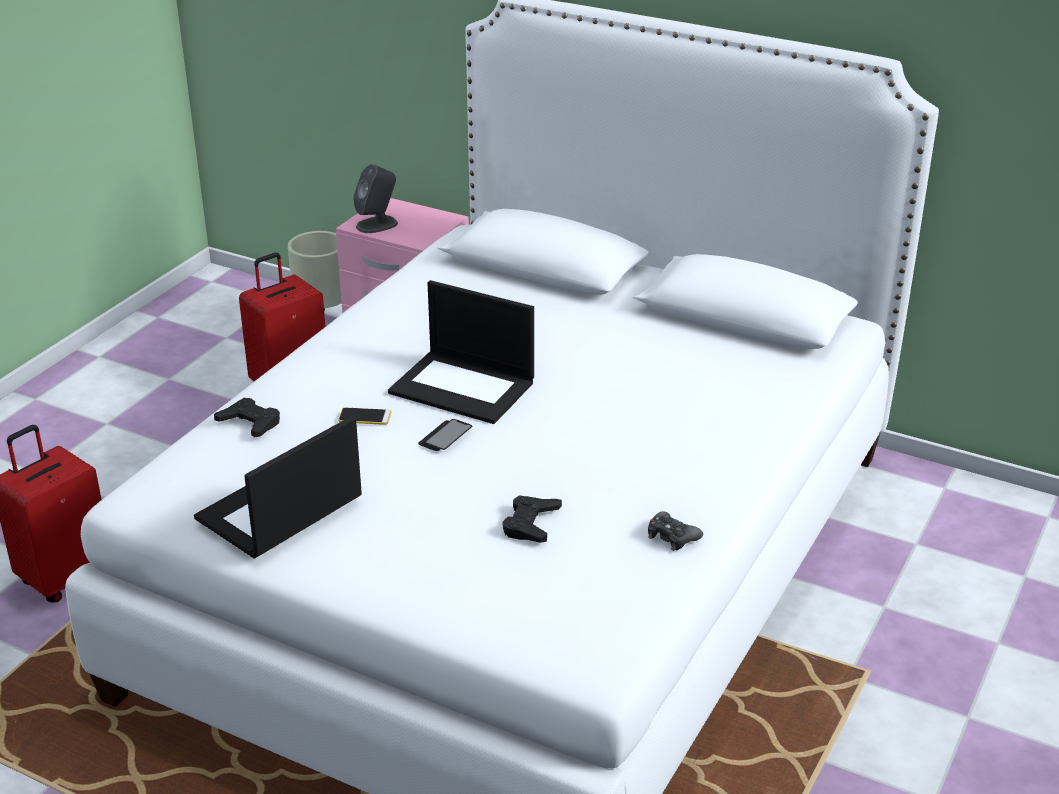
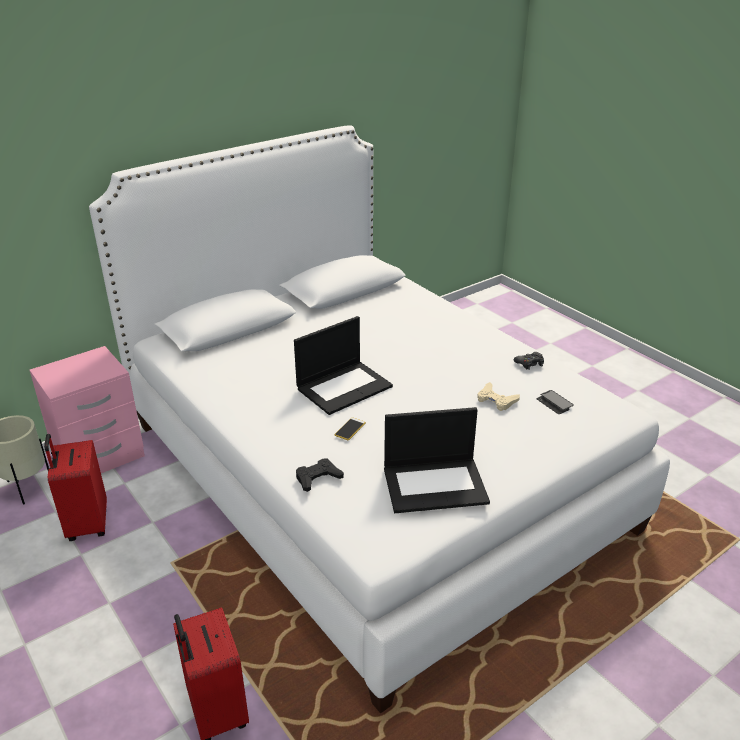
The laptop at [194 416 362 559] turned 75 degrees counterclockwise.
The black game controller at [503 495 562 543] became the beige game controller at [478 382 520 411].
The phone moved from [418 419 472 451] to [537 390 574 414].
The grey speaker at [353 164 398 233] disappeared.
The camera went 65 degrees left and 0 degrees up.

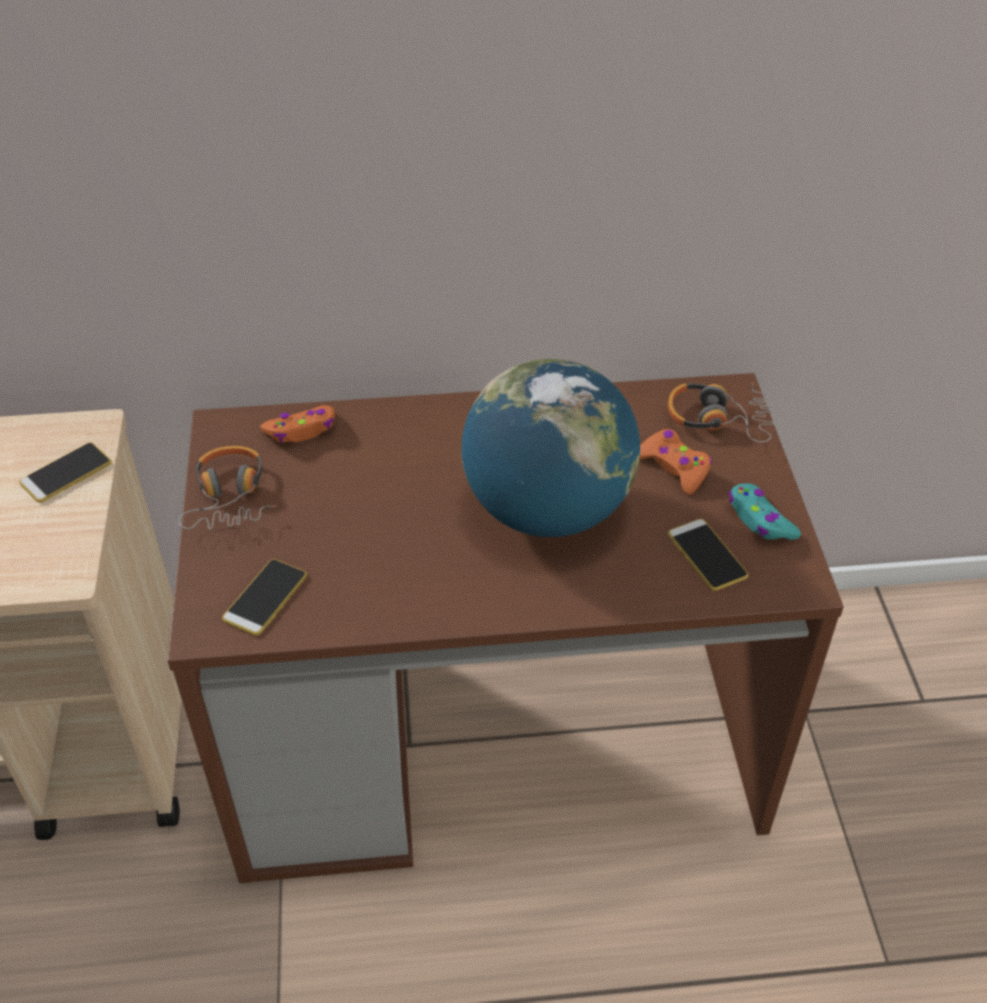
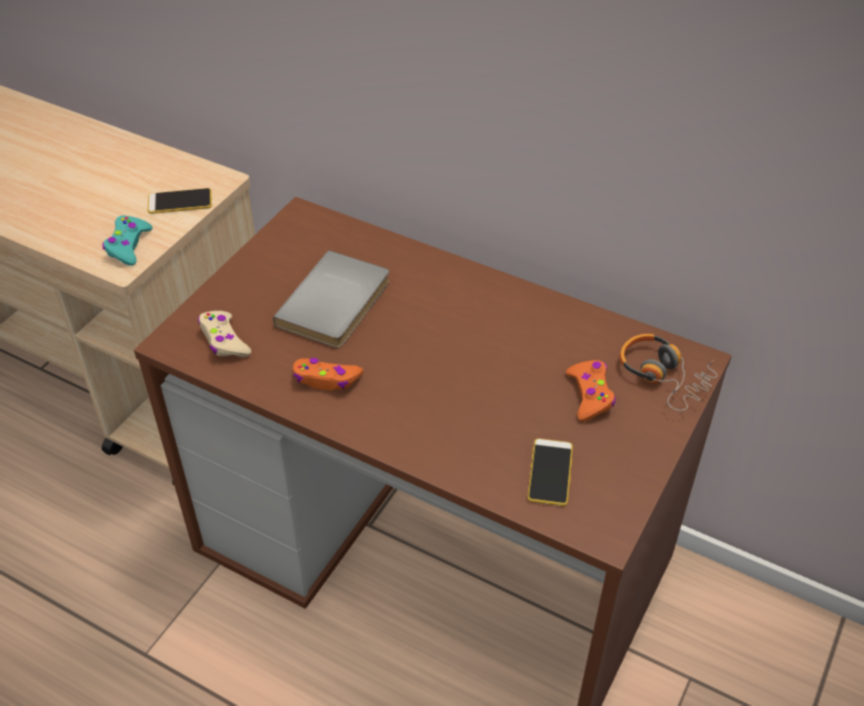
The turquoise game controller moved from [729 483 801 540] to [102 215 153 266].
The phone at [222 559 307 635] was replaced by the beige game controller at [198 311 251 357].
The grey book at [273 250 390 348] appeared.
The orange game controller moved from [260 405 335 442] to [293 358 363 390].
The headphones at [178 446 276 530] disappeared.
The globe at [461 359 640 537] disappeared.
The camera went 35 degrees right and 0 degrees up.

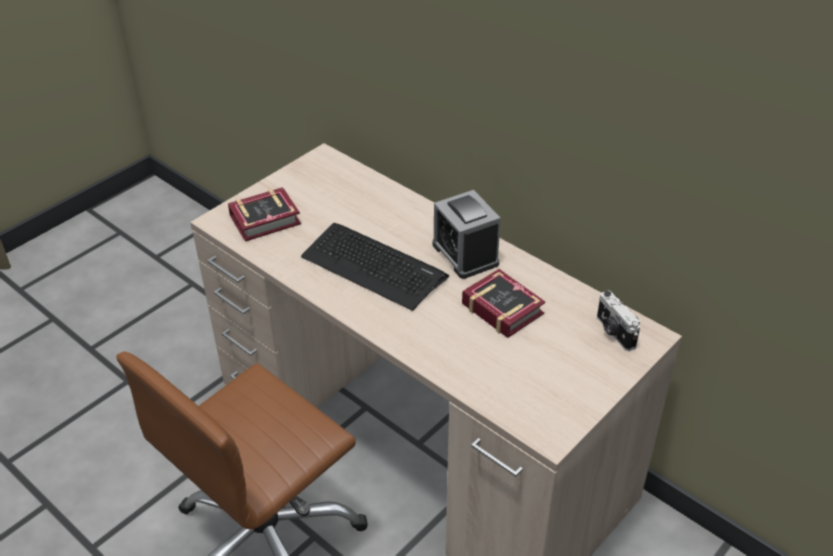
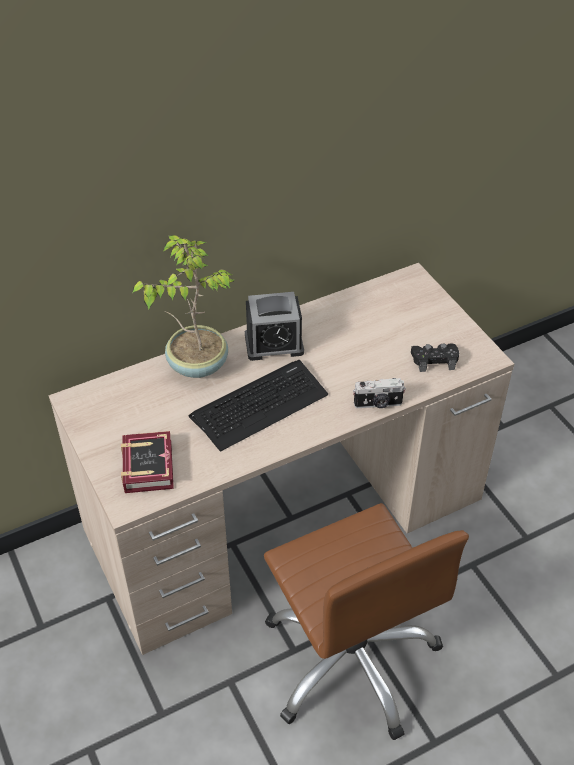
The potted plant at [133 235 234 378] appeared.
The photo camera moved from [597 290 640 351] to [353 378 406 408].
The black game controller at [411 343 459 372] appeared.
The book at [462 269 545 338] disappeared.
The camera went 70 degrees left and 5 degrees up.

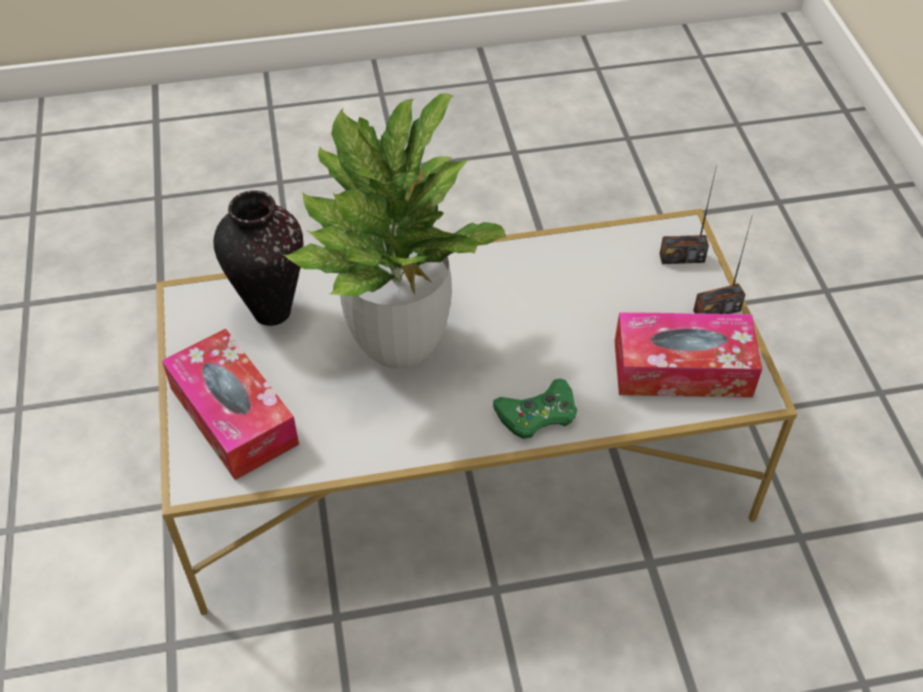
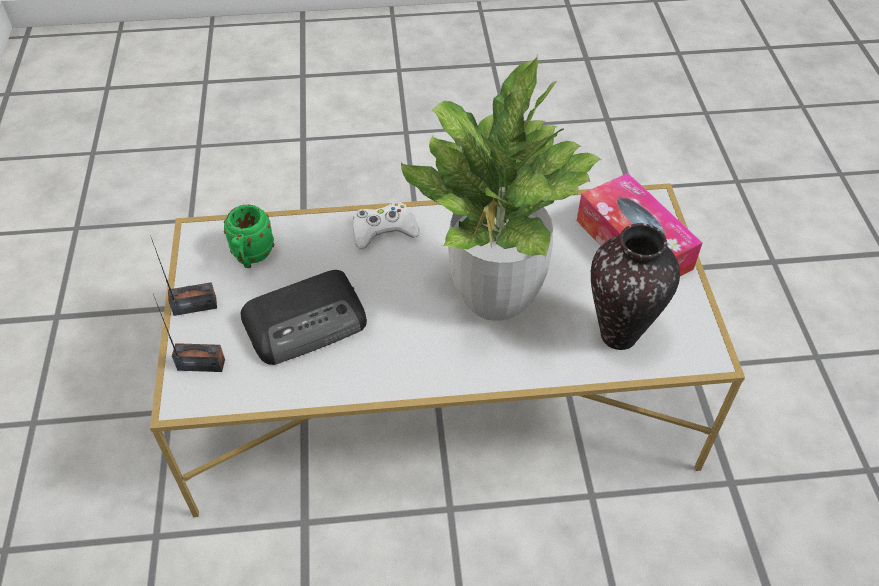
The tissue box at [615 312 762 398] was replaced by the green mug at [224 204 274 268].
The radio at [240 270 367 365] appeared.
The green game controller at [493 379 577 439] became the white game controller at [353 202 420 249].
The camera went 175 degrees left and 0 degrees up.

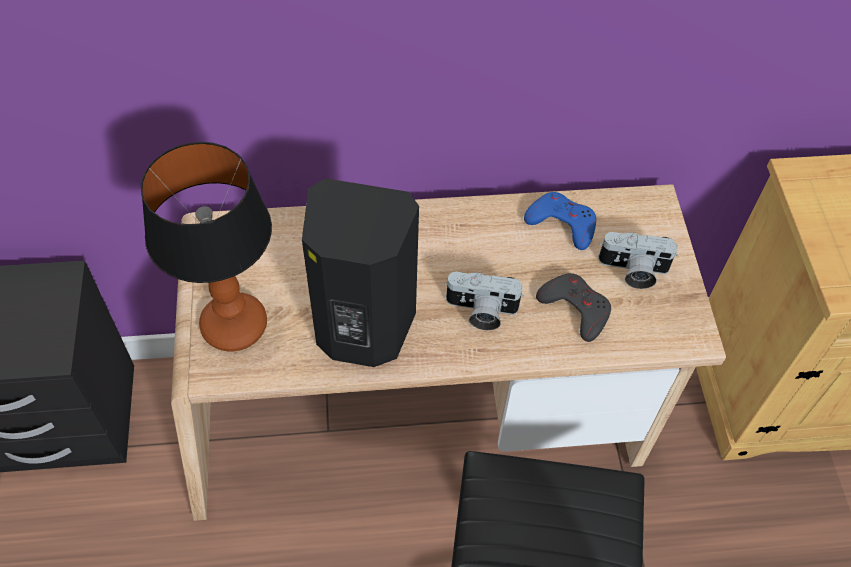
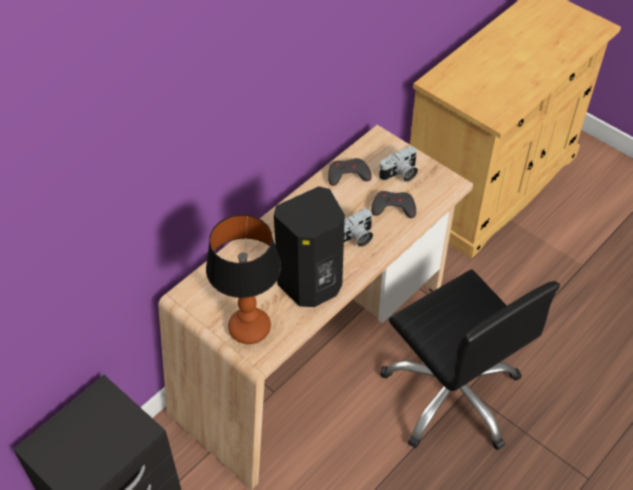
The blue game controller at [524 192 596 250] became the grey game controller at [328 158 372 186].
The camera went 40 degrees left and 5 degrees down.

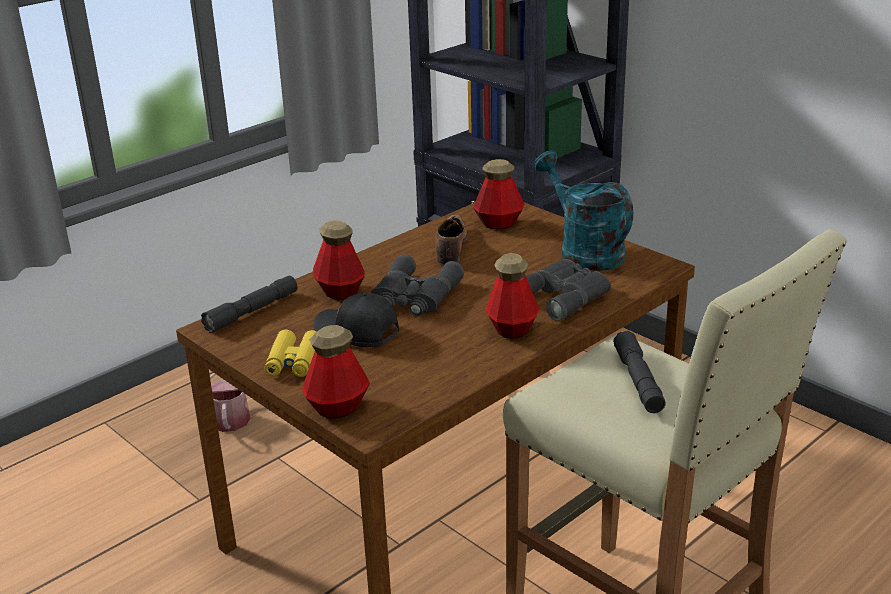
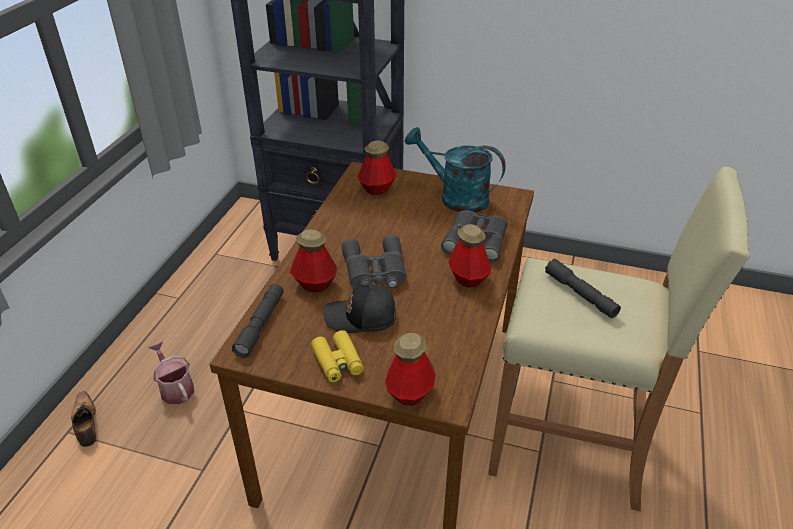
The shoe moved from [435 215 467 265] to [71 391 96 447].
The camera went 30 degrees left and 10 degrees up.

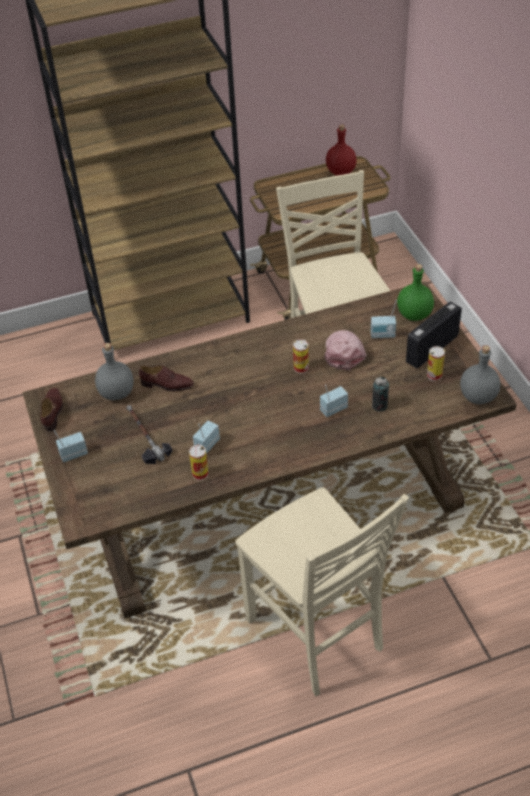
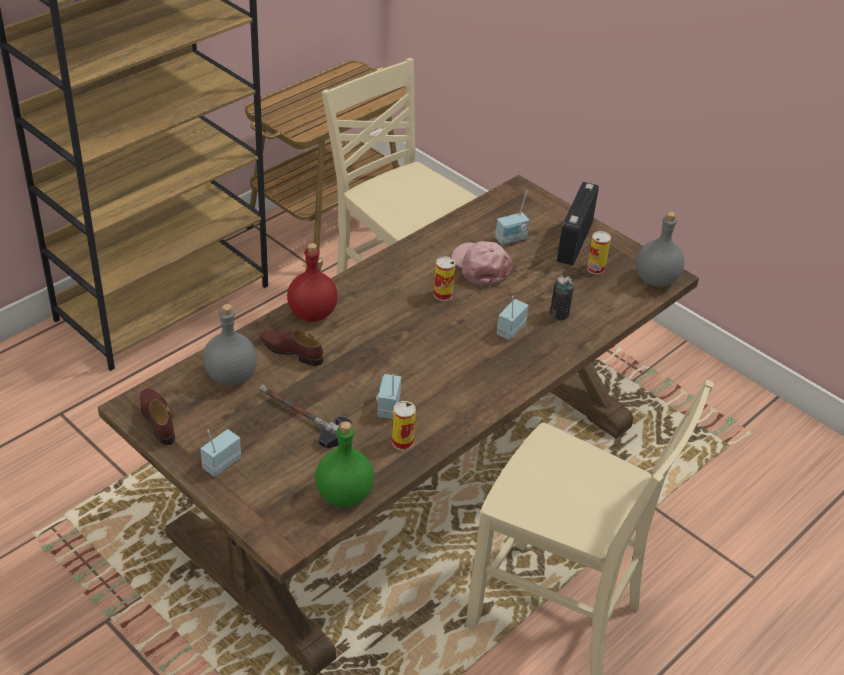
The brown shoe at [139 365 194 392] turned 135 degrees counterclockwise.
The red bottle moved from [326 124 357 176] to [287 243 338 322].
The green bottle moved from [397 264 434 321] to [315 421 374 507].
The camera went 30 degrees left and 5 degrees down.

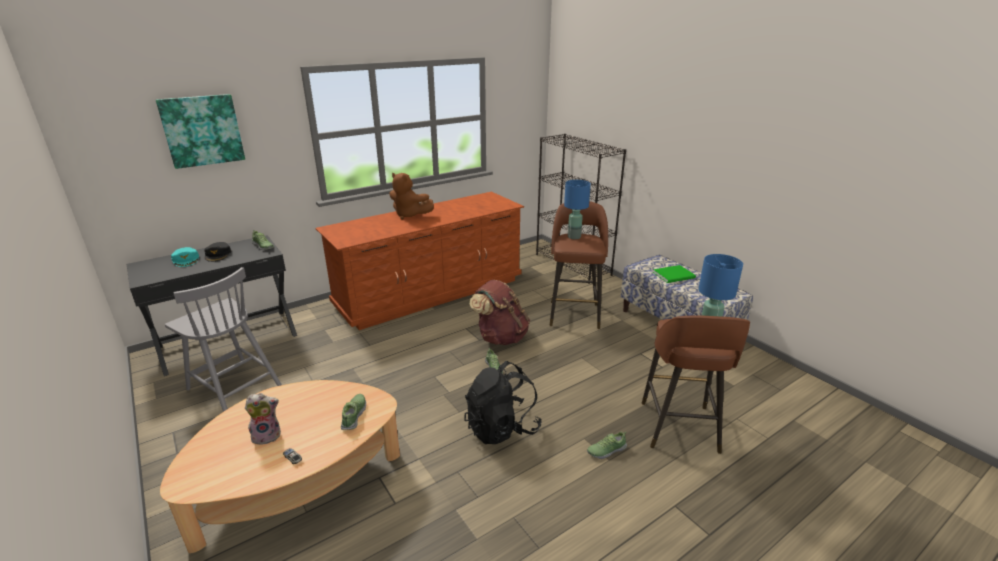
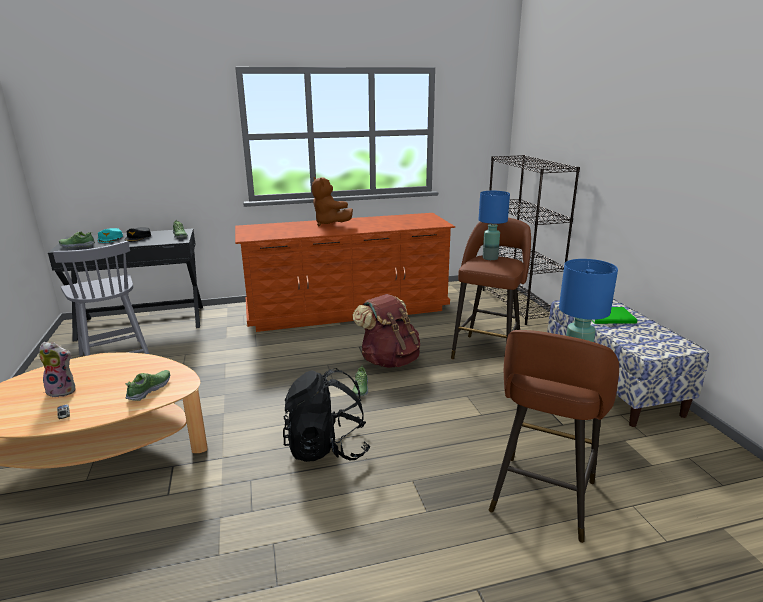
The shoe moved from [587 432 627 459] to [59 231 95 248].
The picture at [156 94 245 169] disappeared.
The camera went 20 degrees right and 5 degrees down.

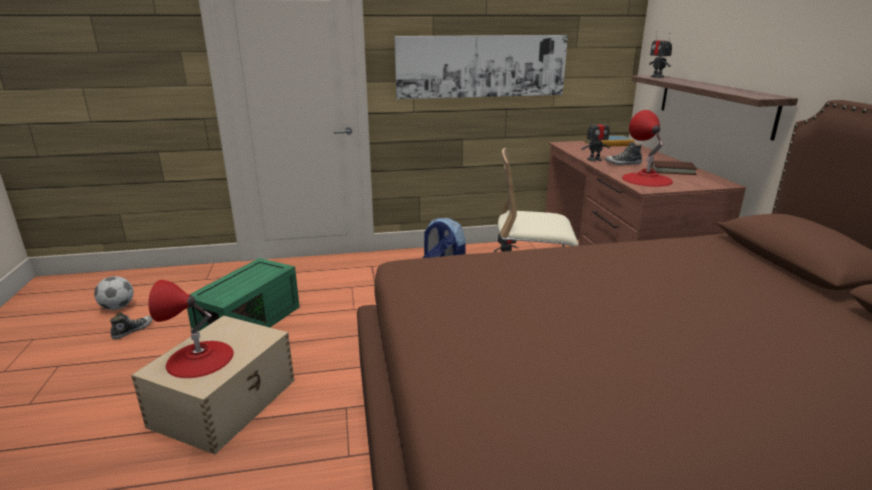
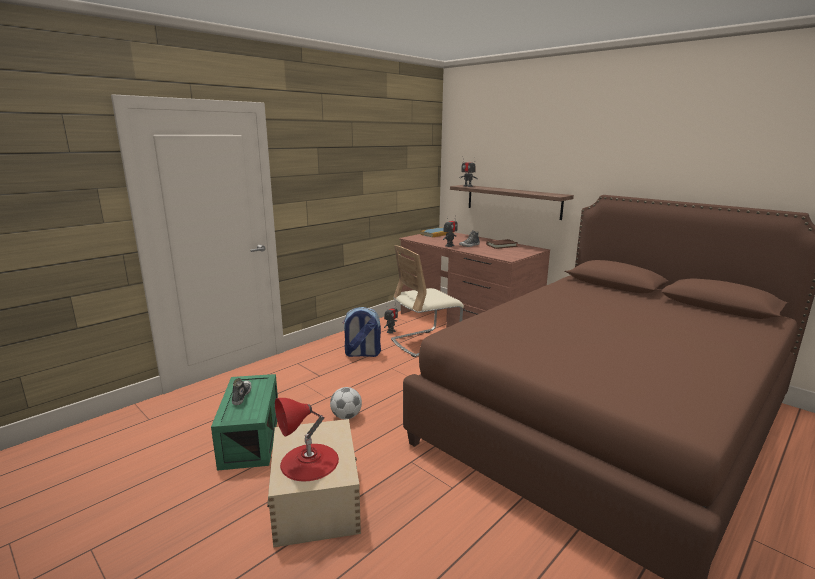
The shoe moved from [110 312 152 339] to [232 378 252 405].
The football moved from [94 276 134 310] to [330 387 362 419].
The picture at [394 35 568 99] disappeared.
The red table lamp at [622 110 673 187] disappeared.
The camera went 35 degrees left and 5 degrees down.

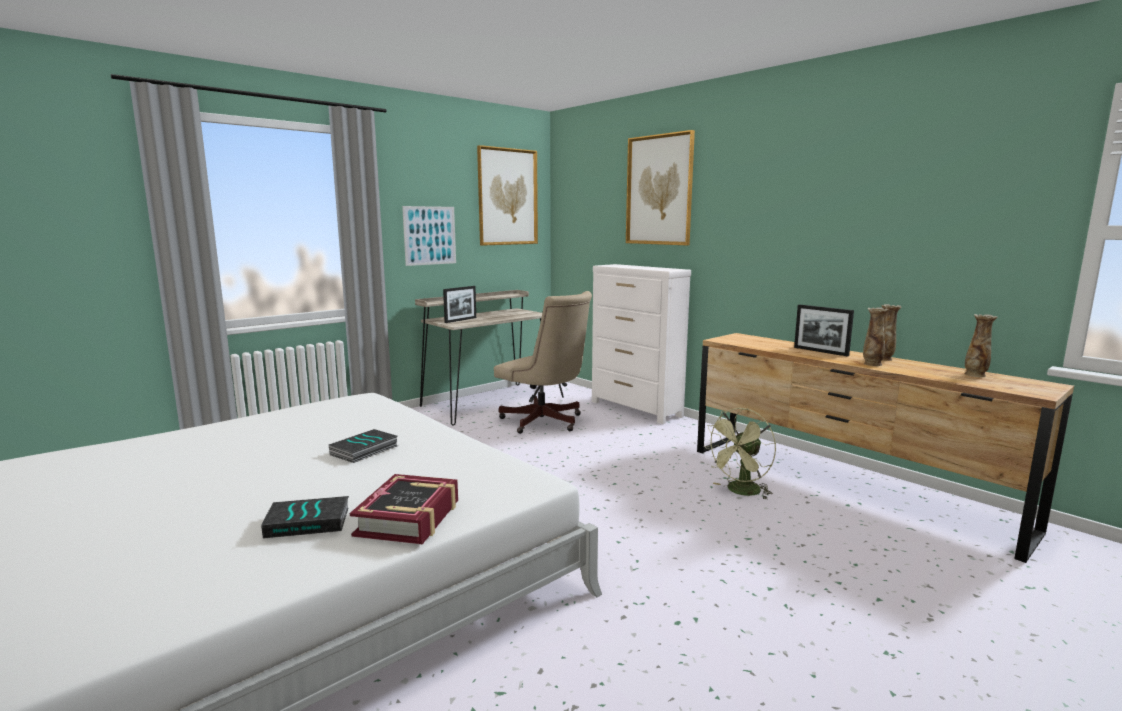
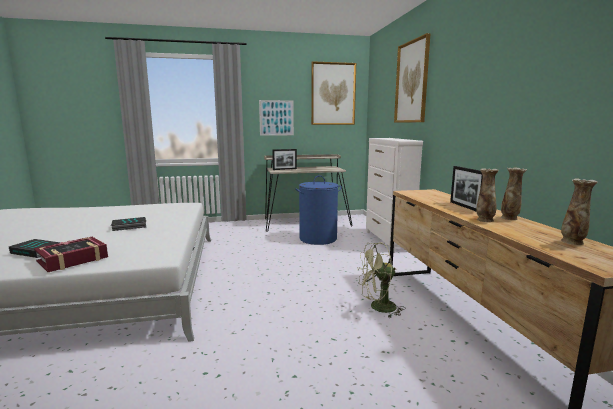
The beige office chair at [494 291 592 434] was replaced by the blue laundry basket at [295 175 342 245].
The camera went 30 degrees right and 0 degrees up.

